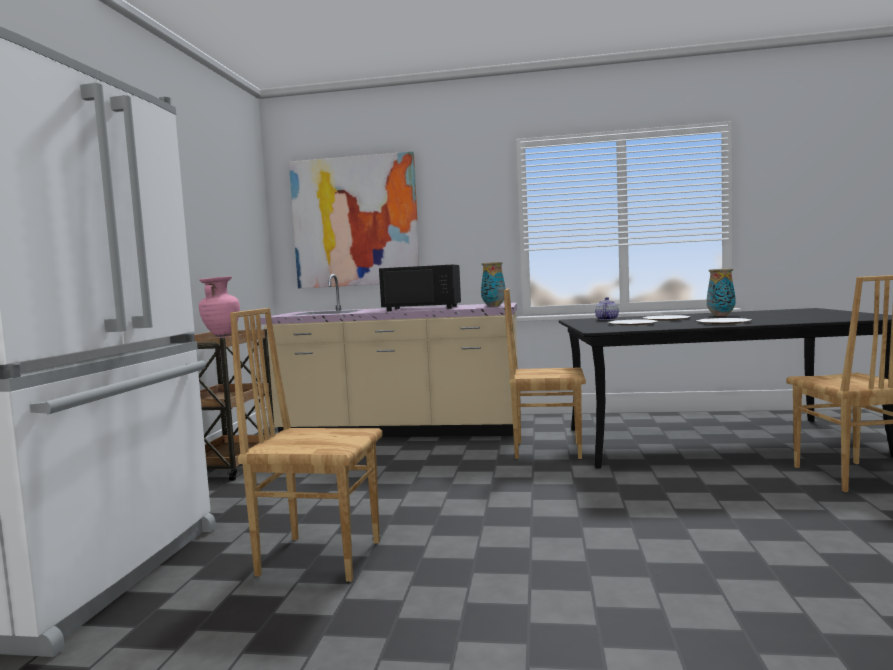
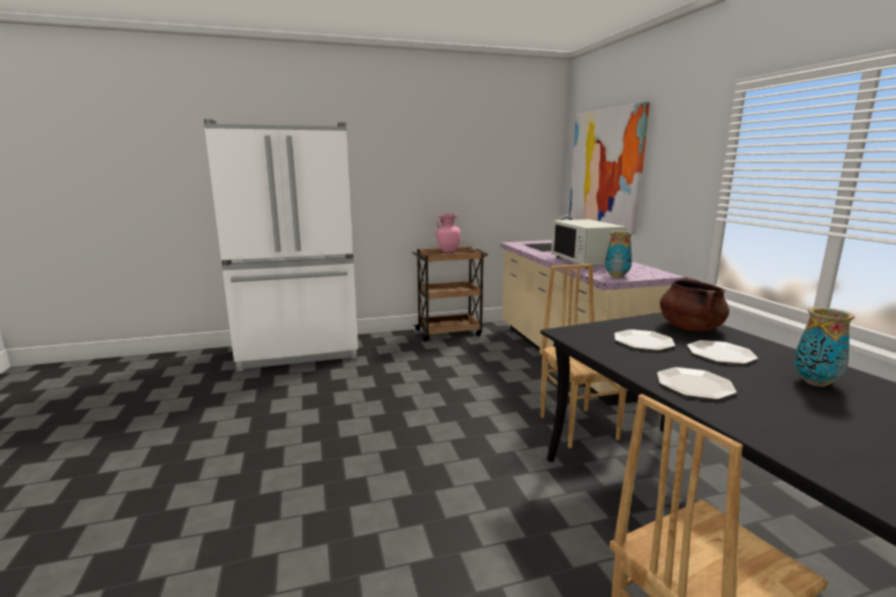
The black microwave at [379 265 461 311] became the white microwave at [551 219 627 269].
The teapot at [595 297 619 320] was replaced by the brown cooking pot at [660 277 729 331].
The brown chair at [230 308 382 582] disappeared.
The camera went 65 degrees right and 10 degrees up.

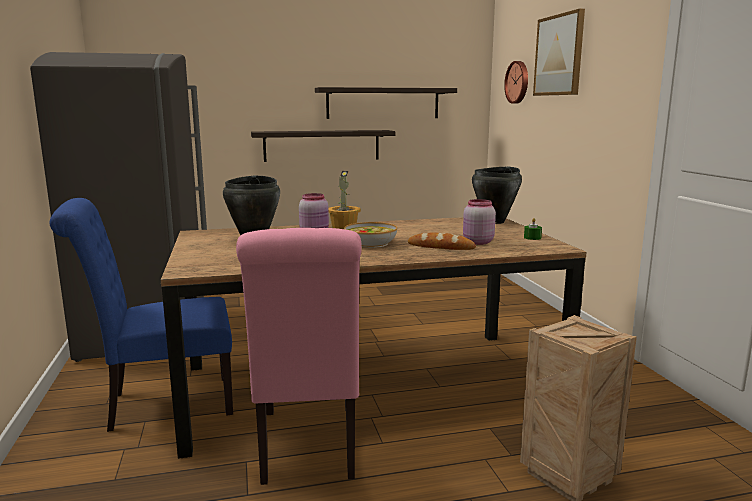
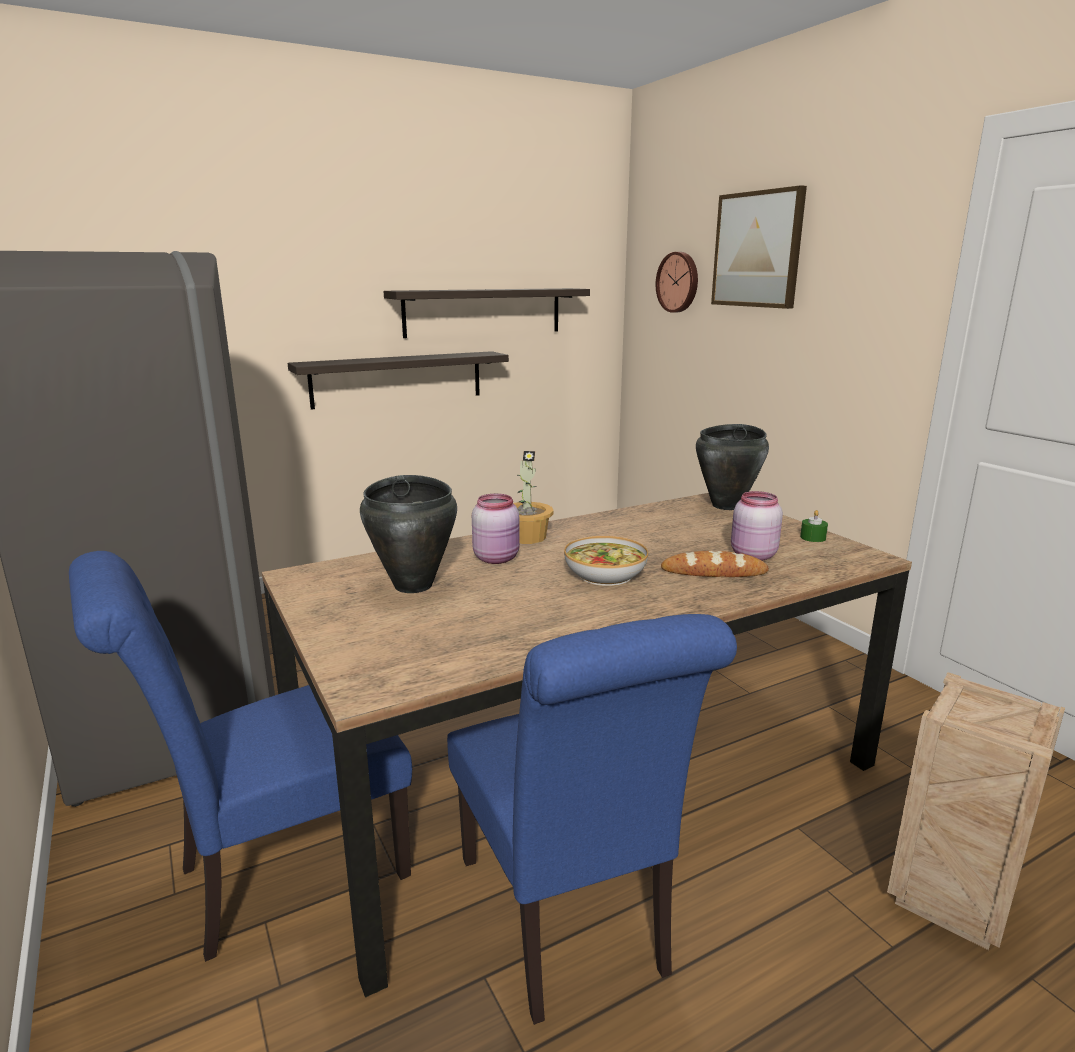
The pink chair at [236 228 362 485] became the blue chair at [447 614 737 1025].
The camera went 15 degrees left and 5 degrees up.

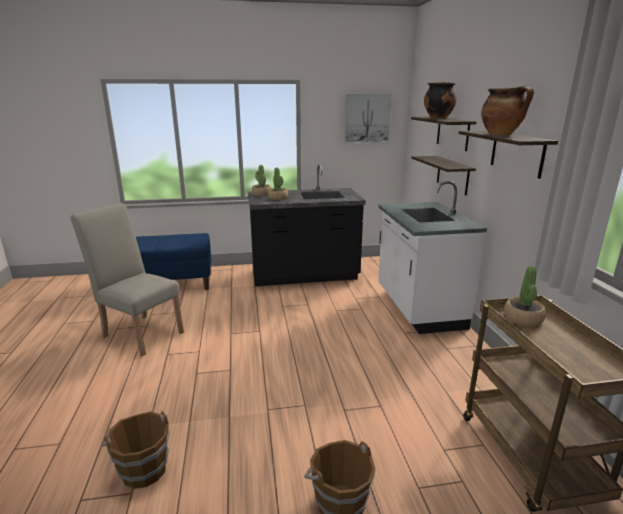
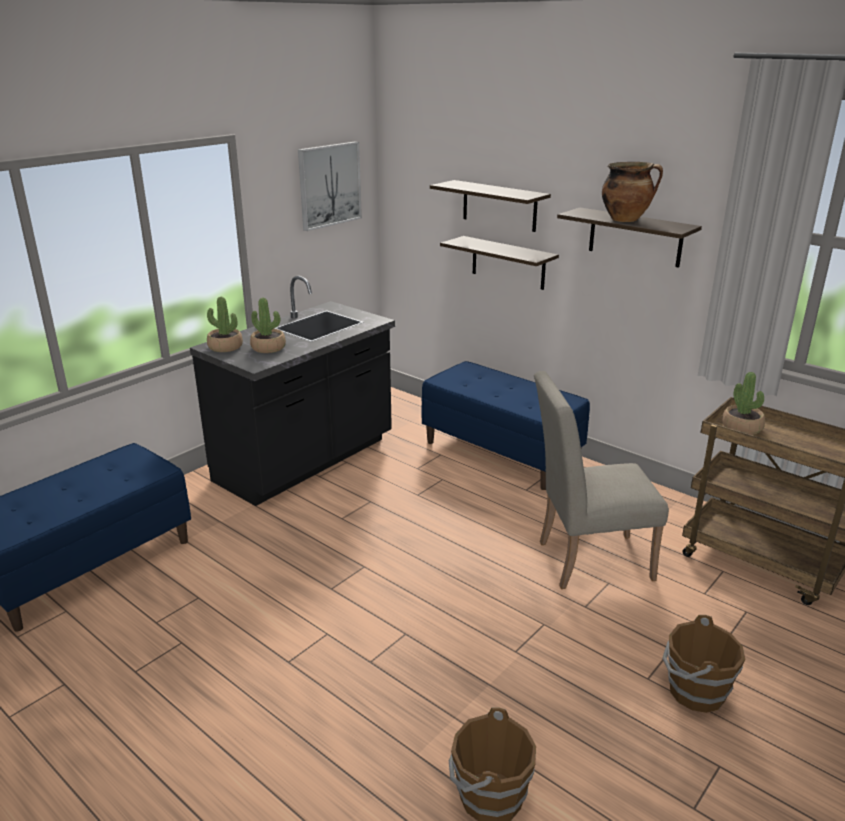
The white counter at [378 181 487 334] was replaced by the blue bench at [421 361 590 490].
The beige chair moved from [71 203 184 356] to [534 371 669 589].
The cooking pot at [424 82 457 119] disappeared.
The camera went 40 degrees left and 5 degrees up.

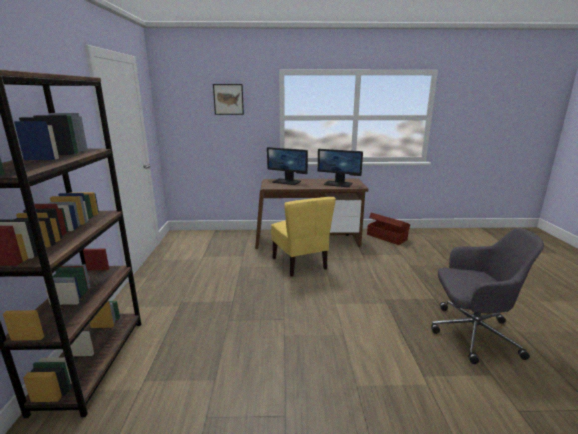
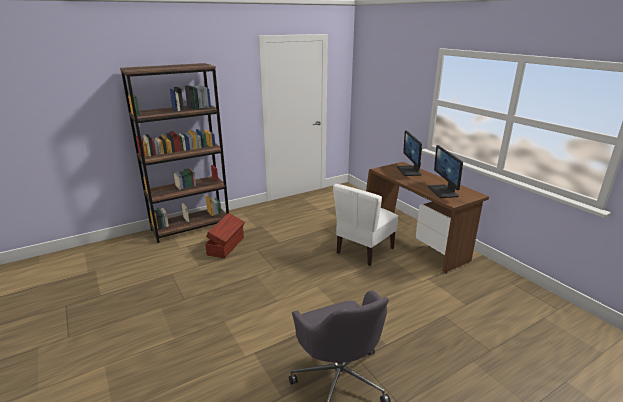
The brown storage box moved from [367 213 410 245] to [205 213 245 258].
The yellow chair at [271 197 336 277] became the white chair at [333 184 398 266].
The picture at [213 84 244 115] disappeared.
The camera went 60 degrees right and 5 degrees up.

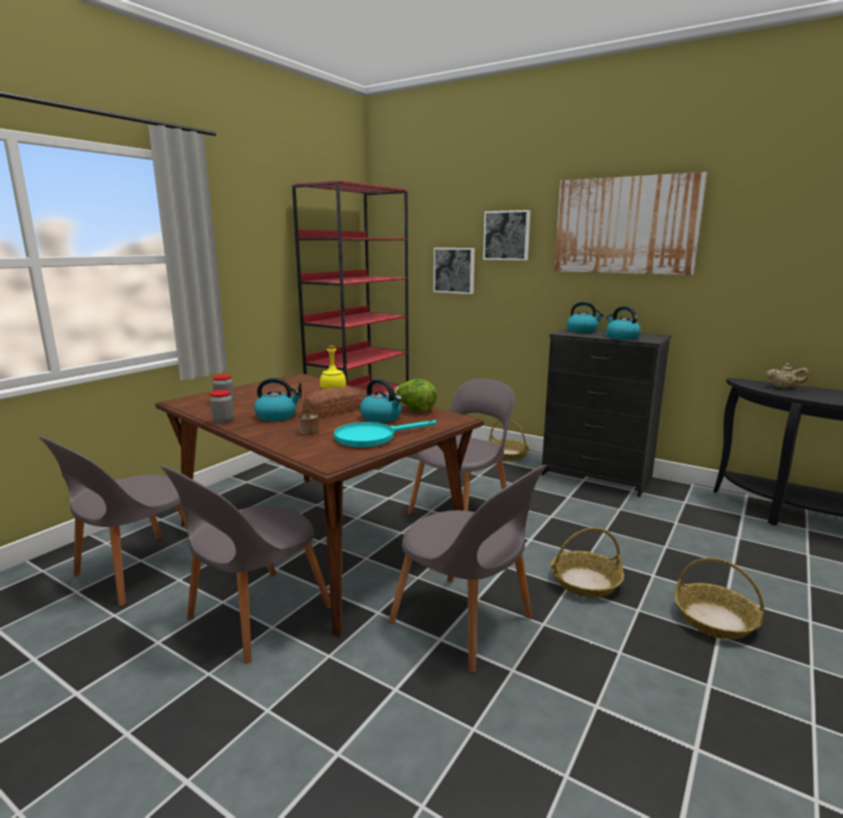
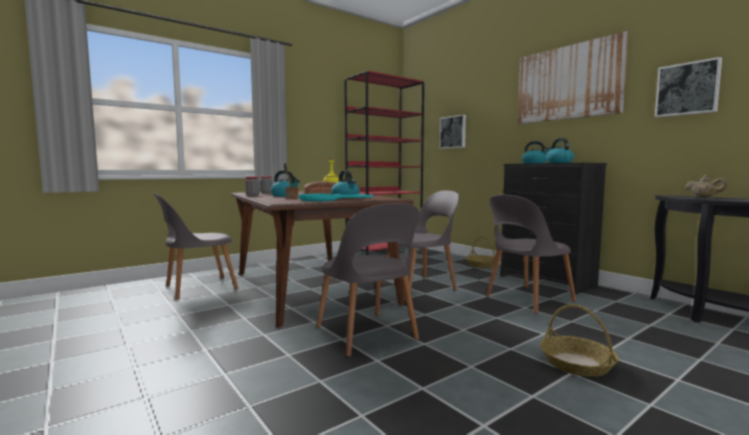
The grey chair moved from [160 465 331 663] to [486 194 576 313].
The picture moved from [483 210 530 260] to [655 57 722 117].
The lettuce at [394 379 437 412] disappeared.
The basket at [551 527 624 598] disappeared.
The camera went 20 degrees right and 10 degrees down.

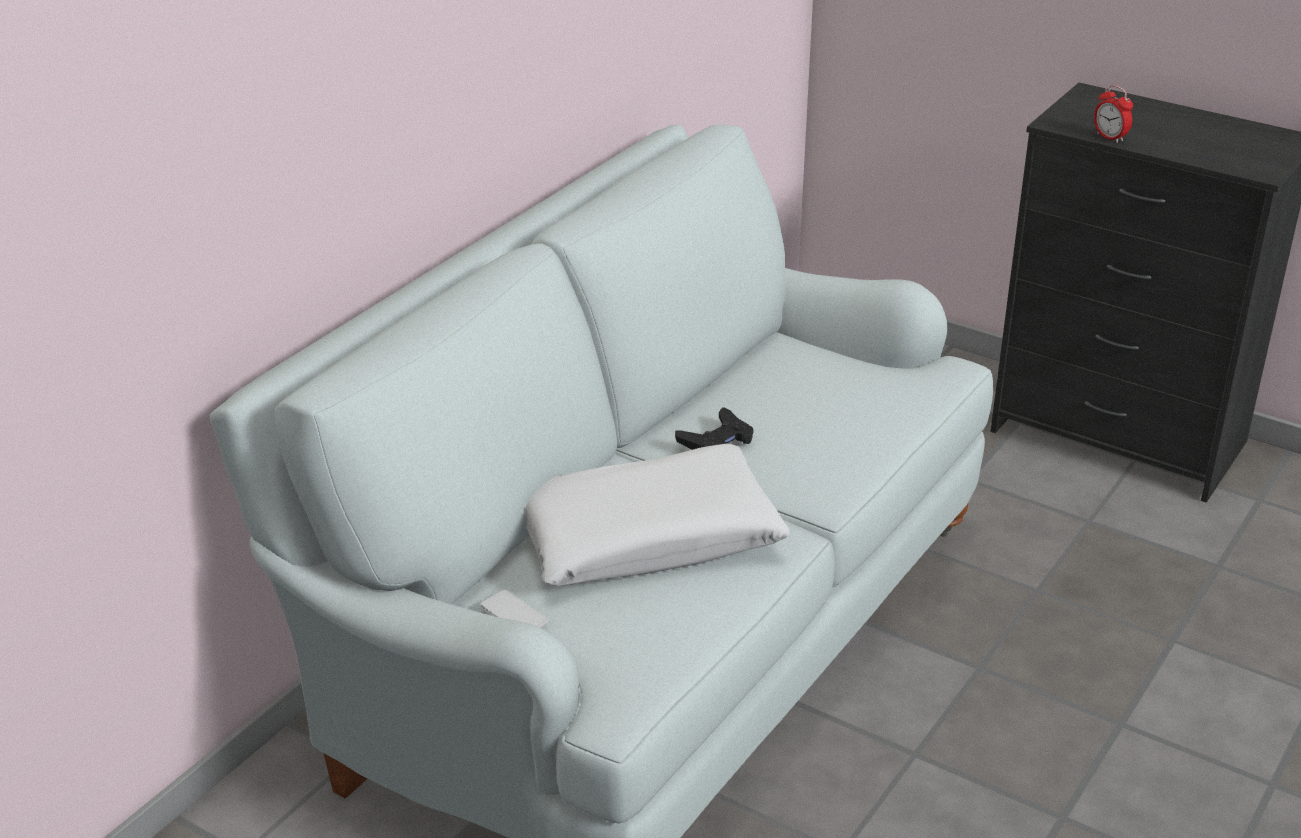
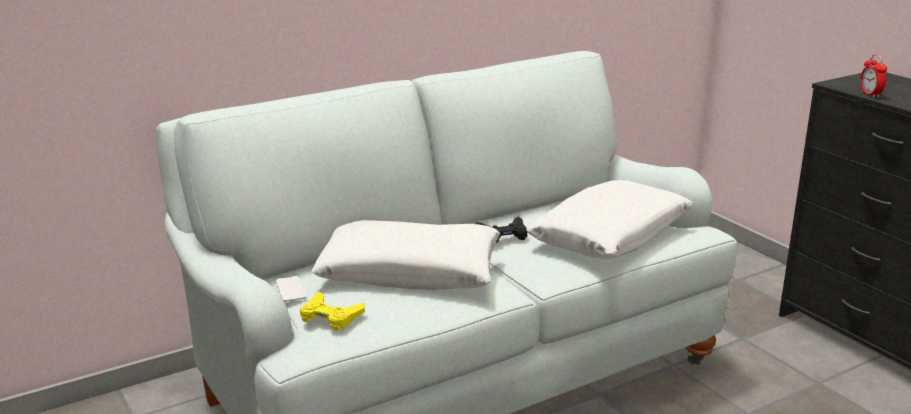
The yellow game controller at [300 292 365 330] appeared.
The white pillow at [526 180 693 259] appeared.
The camera went 25 degrees right and 10 degrees down.

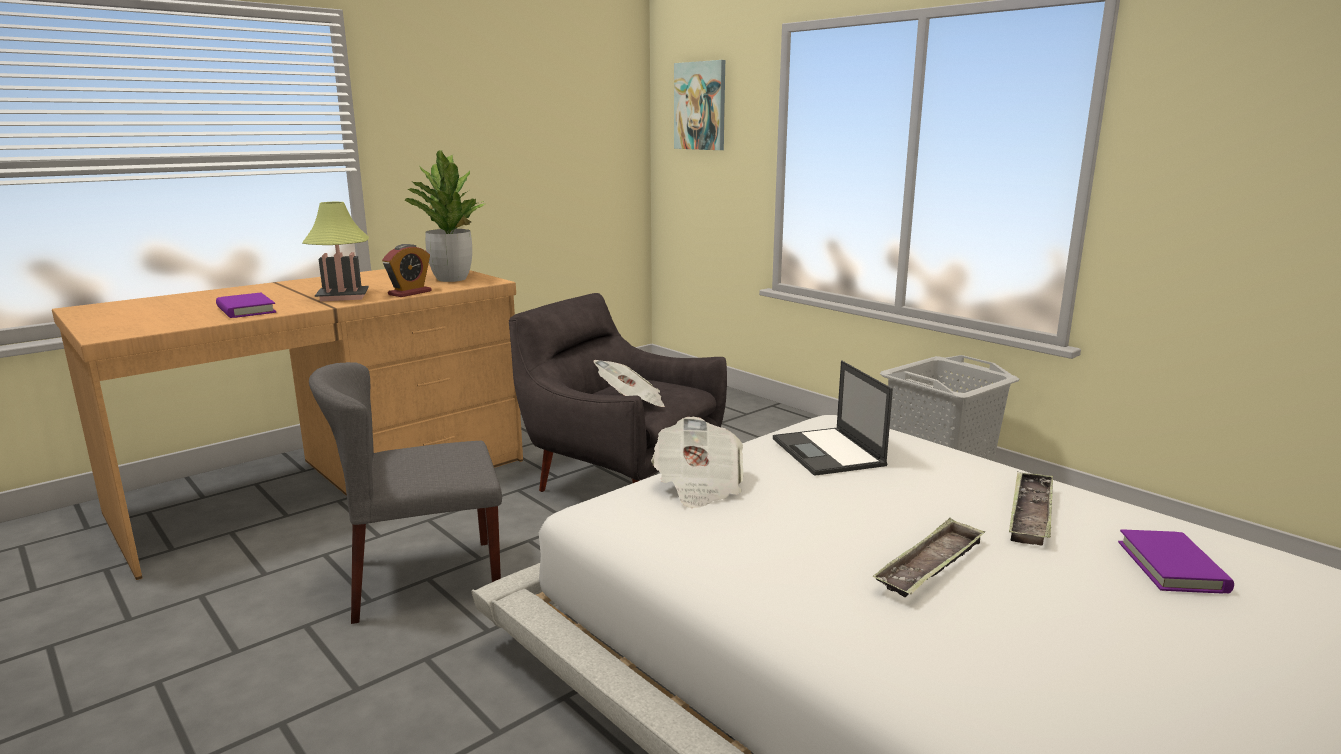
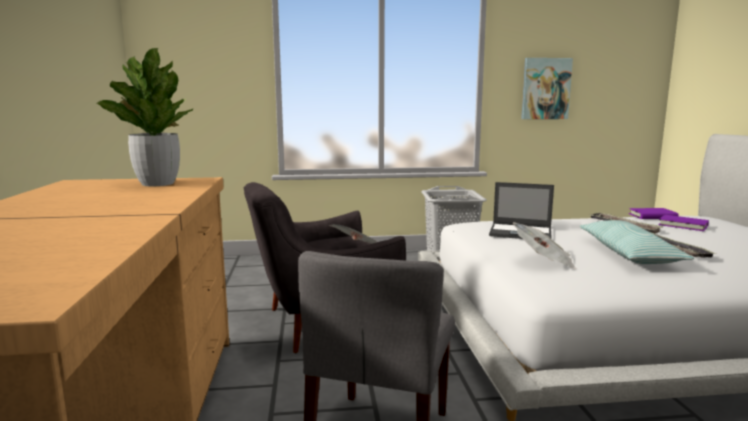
The picture moved from [674 60 725 150] to [521 58 573 119].
The pillow at [580 220 694 264] appeared.
The purple book moved from [216 293 276 318] to [629 208 679 219].
The table lamp at [302 202 369 301] disappeared.
The alarm clock at [382 244 431 297] disappeared.
The camera went 55 degrees left and 5 degrees down.

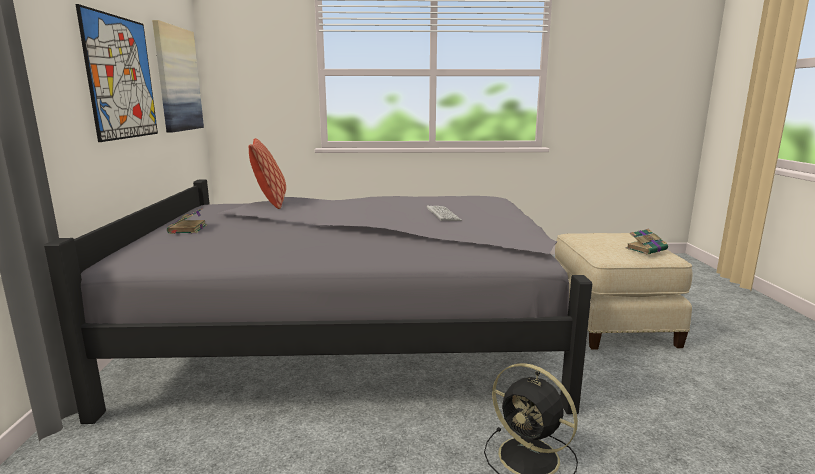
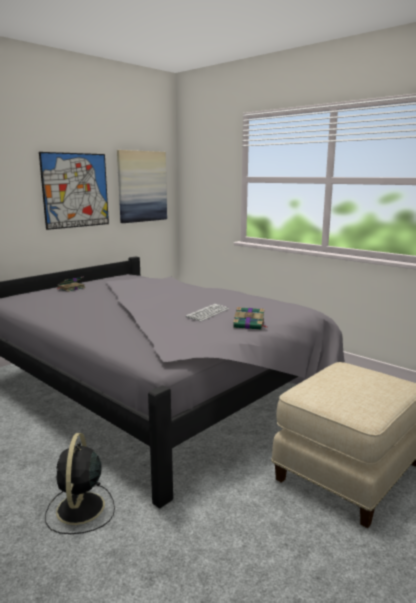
The book moved from [626 229 668 255] to [233 307 268 330].
The pillow at [249 138 286 209] disappeared.
The camera went 45 degrees right and 0 degrees up.

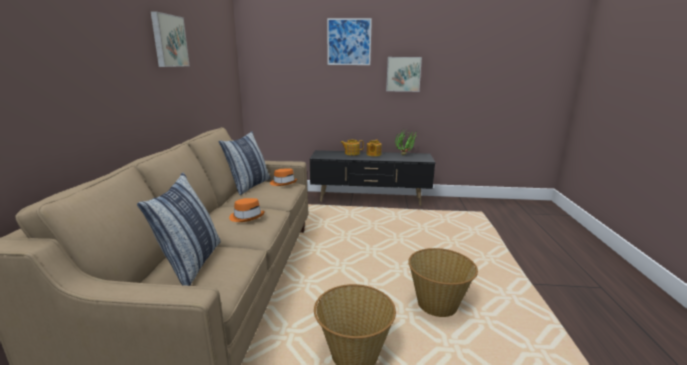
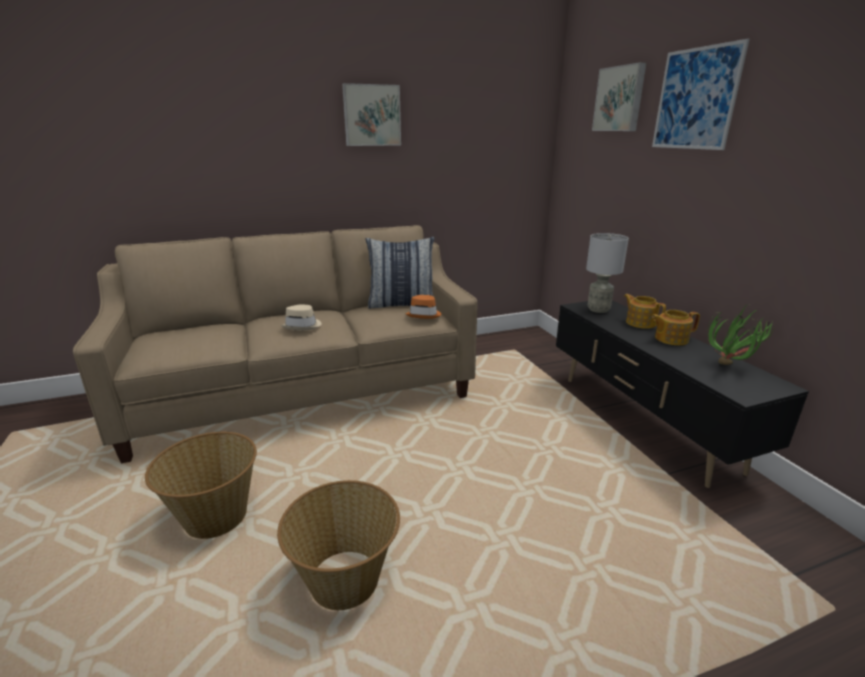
The orange hat at [229 198 265 222] became the beige hat at [281 305 321 330].
The grey table lamp at [586 233 629 313] appeared.
The picture moved from [386 57 422 92] to [592 62 647 131].
The pillow at [137 173 221 286] disappeared.
The camera went 65 degrees right and 5 degrees up.

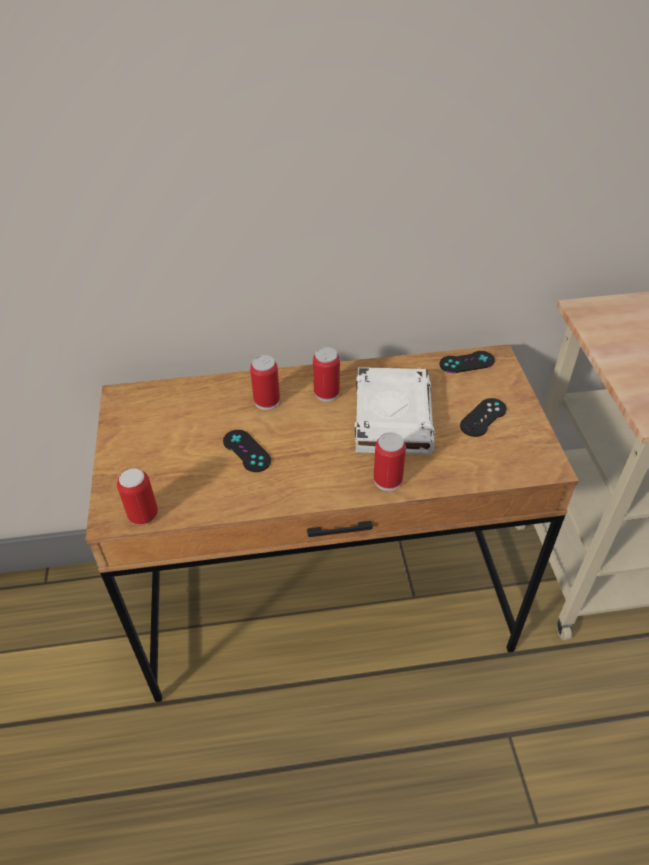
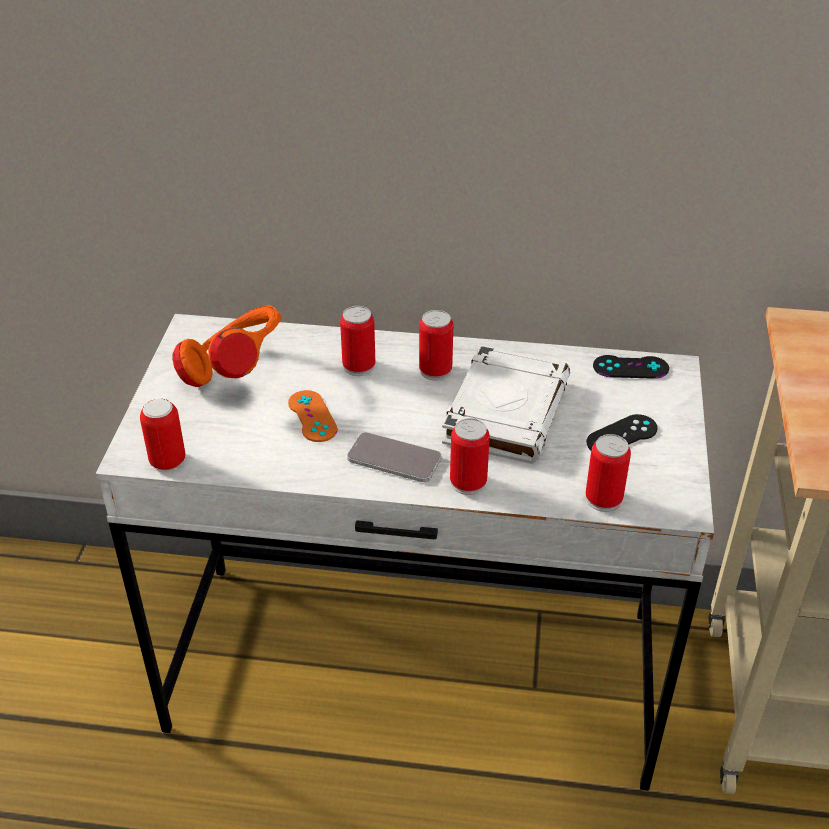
The brown desk at [86 344 579 702] became the white desk at [96 314 714 790].
The orange headphones at [172 305 282 387] appeared.
The black game controller at [223 430 271 472] became the orange game controller at [288 390 338 442].
The phone at [347 432 442 482] appeared.
The can at [586 434 631 512] appeared.
The camera went 15 degrees right and 5 degrees down.

